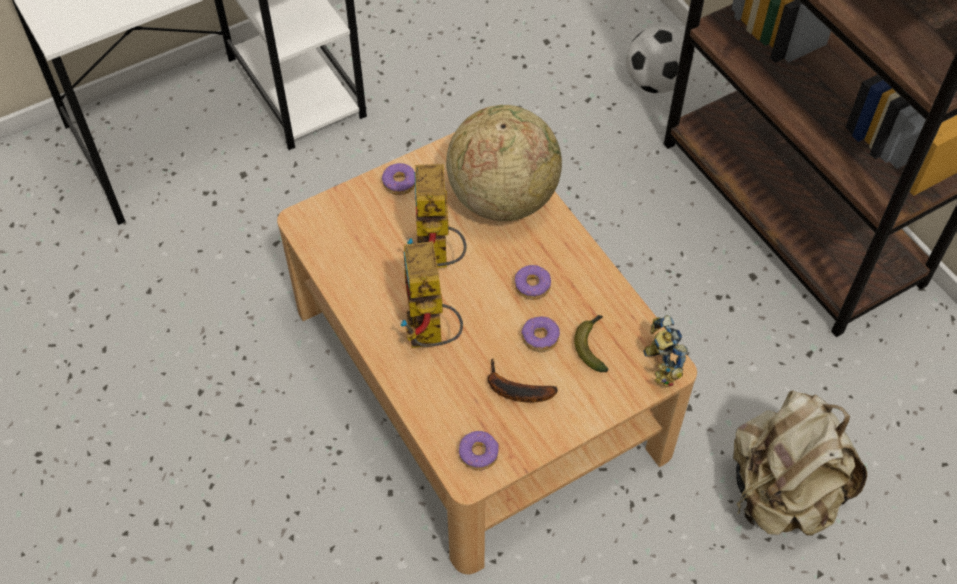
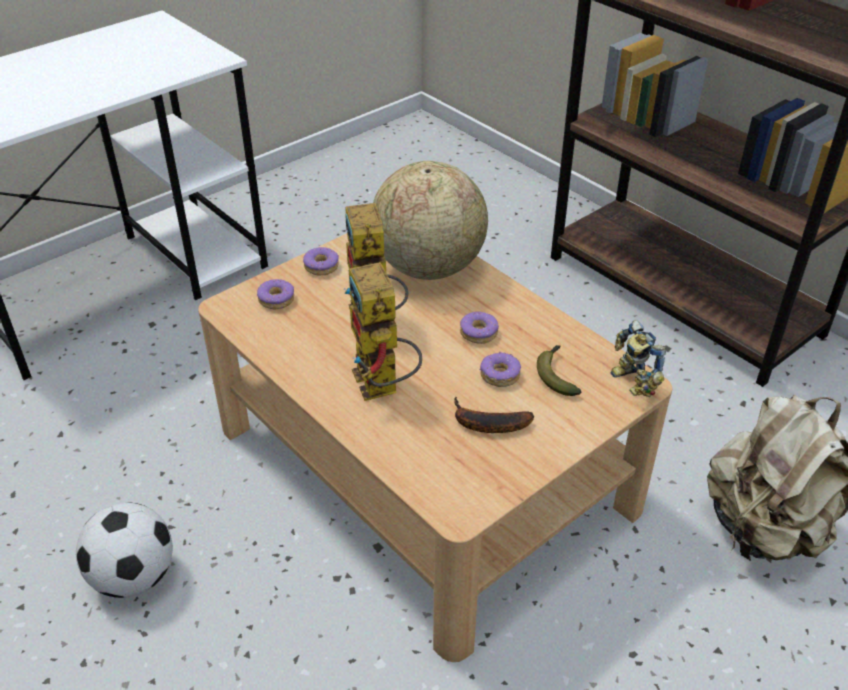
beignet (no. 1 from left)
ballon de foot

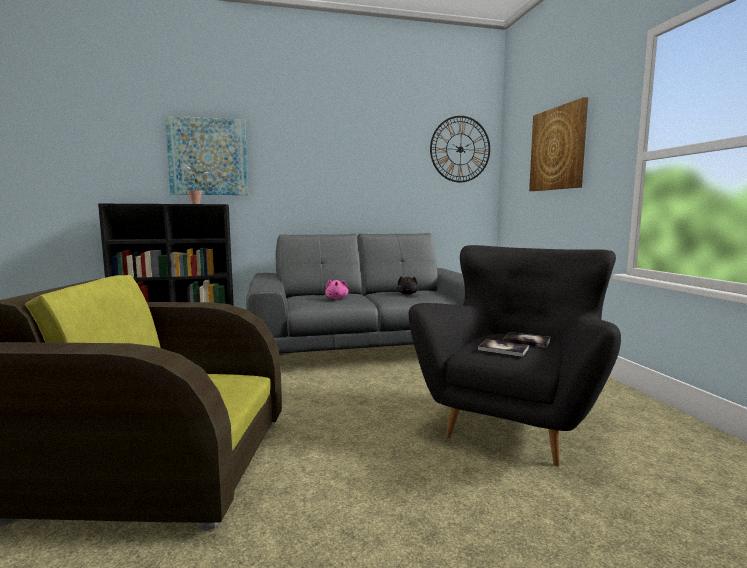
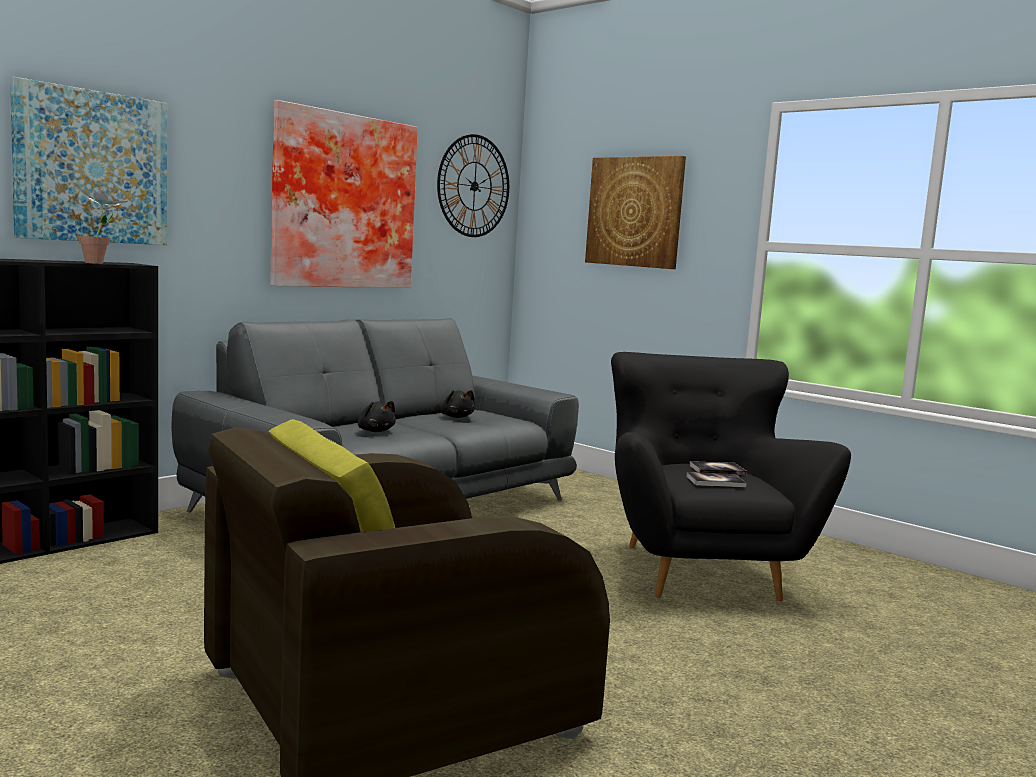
peluche (noir) (no. 1 from left)
tableau (no. 2 from left)

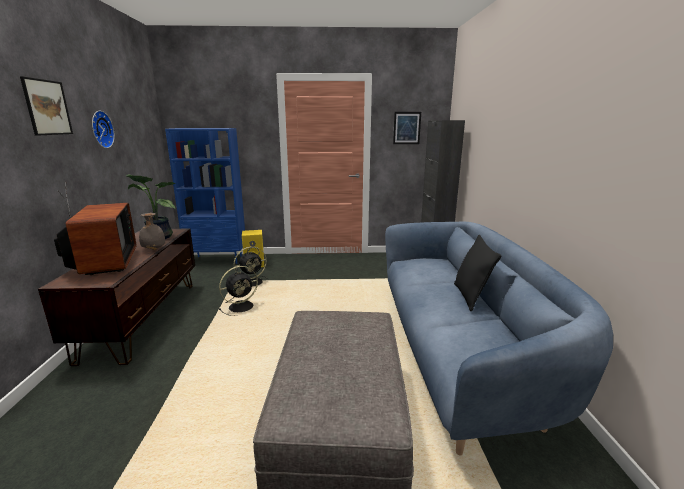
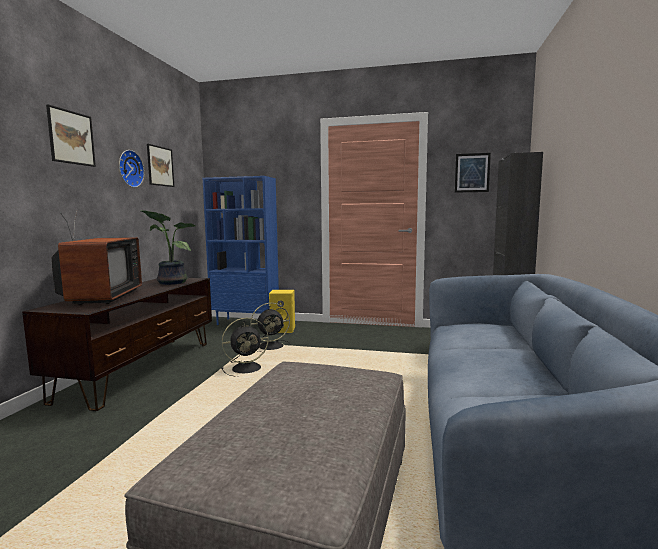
vase (gris)
coussin (noir)
tableau (no. 2 from left)

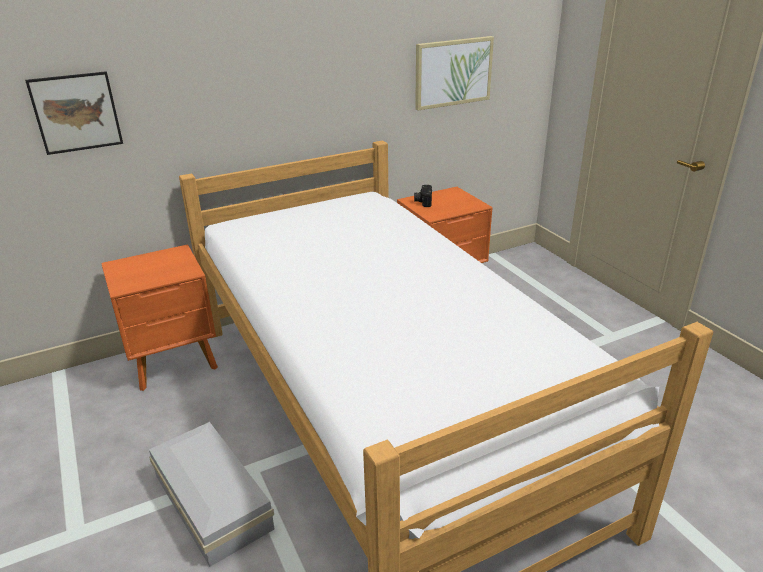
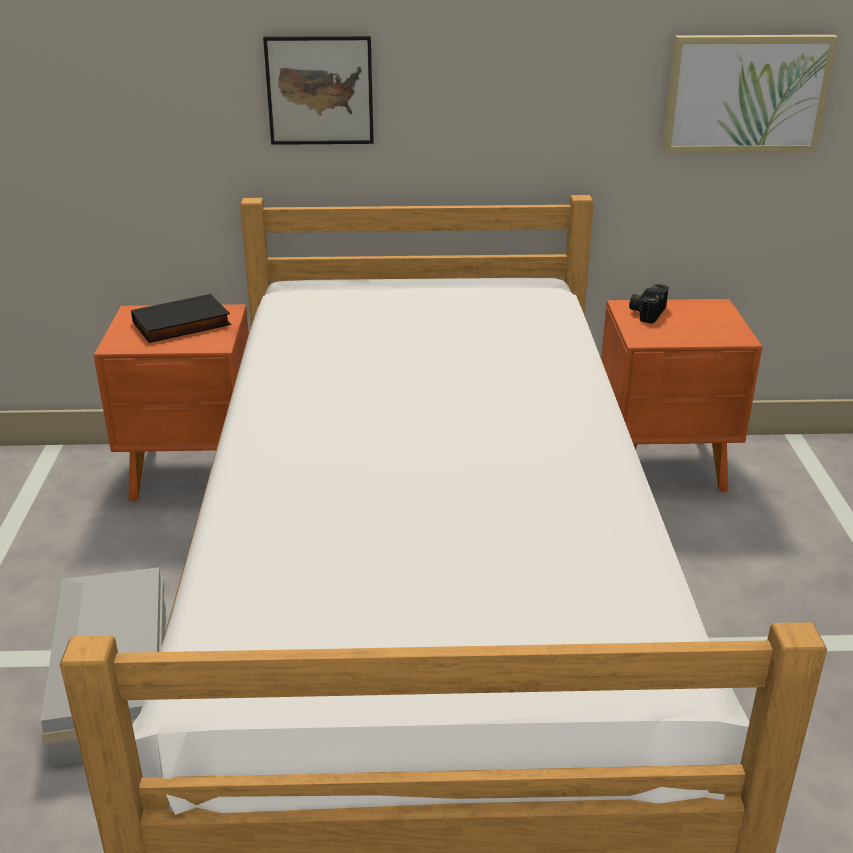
tableau (no. 1 from left)
livre (noir)

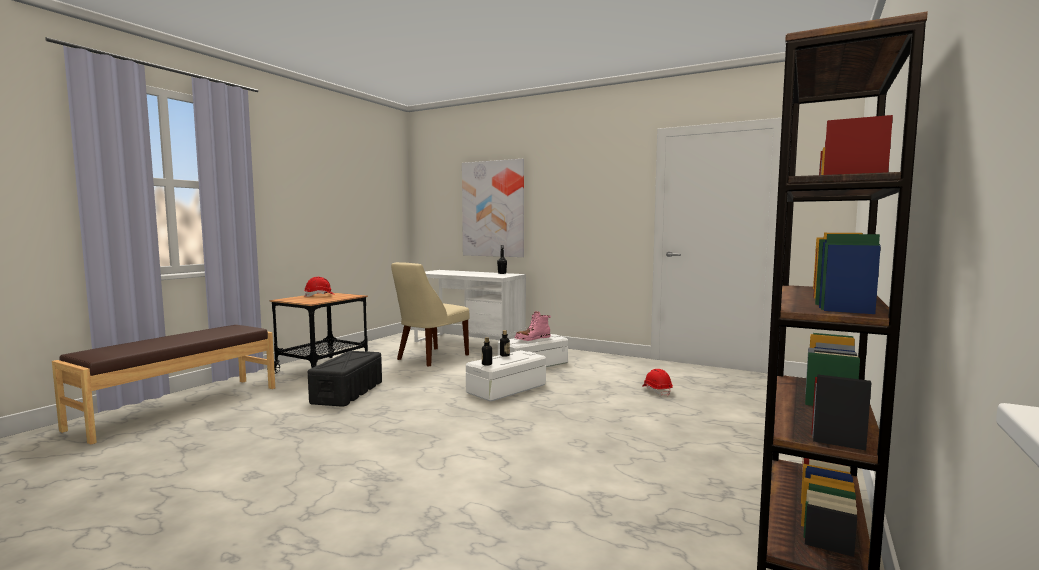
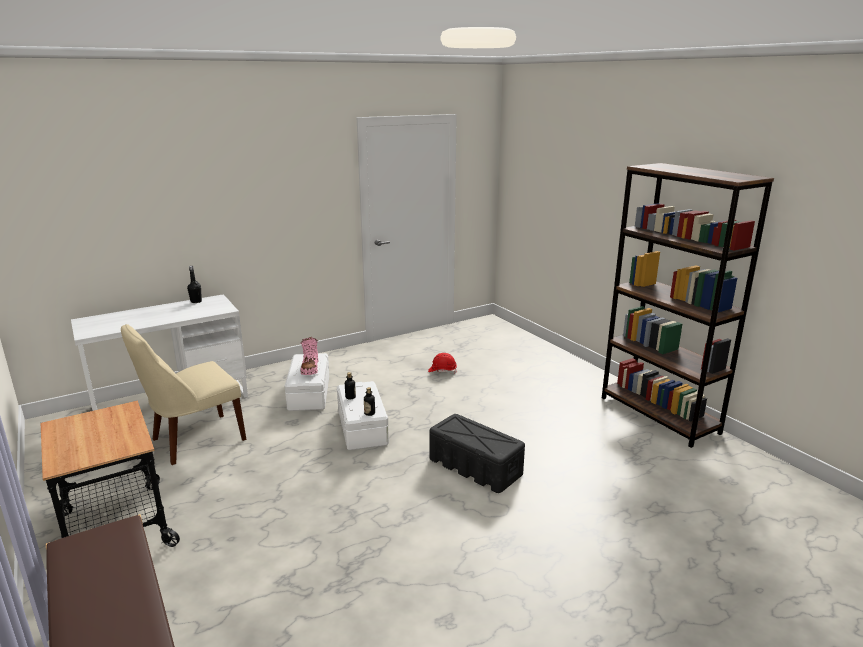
casque de chantier (rouge) (no. 1 from left in the first image)
boîte de rangement (noir)
chaise (beige)
tableau

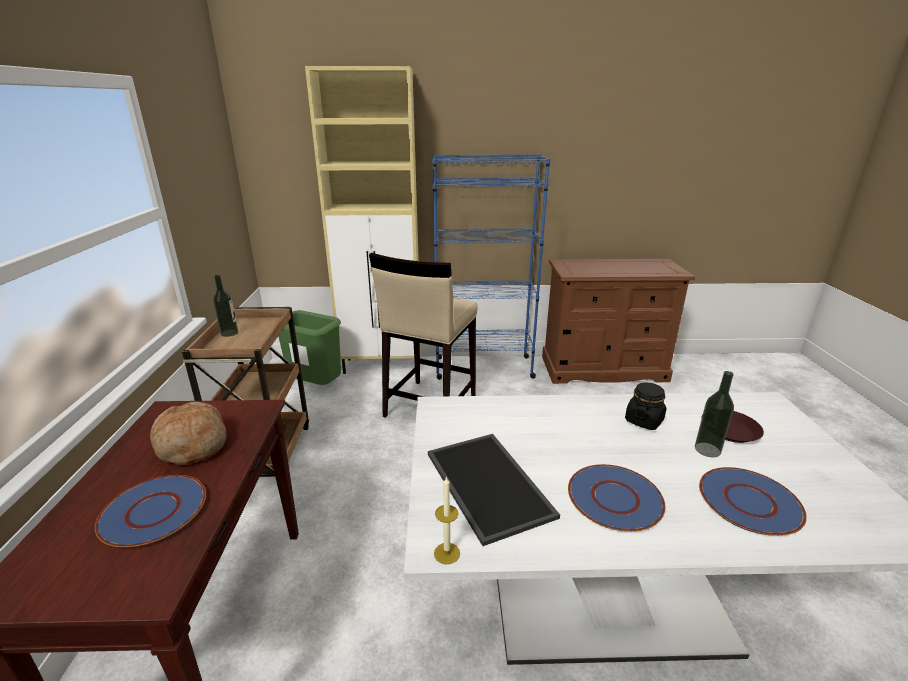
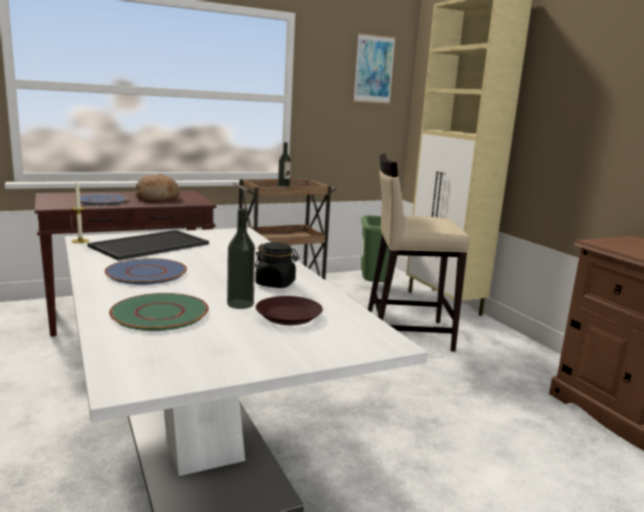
bibliothèque (bleu)
assiette (vert)
tableau

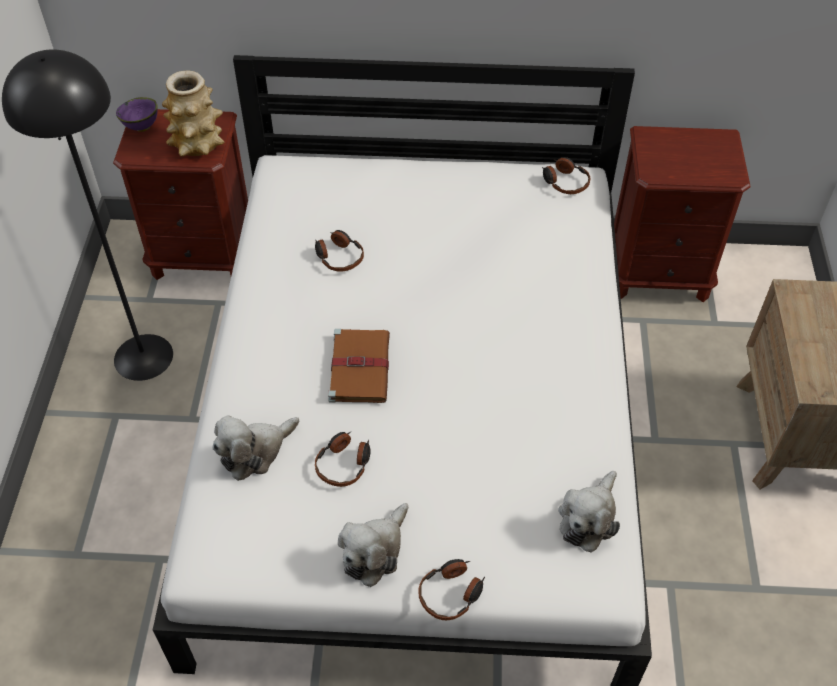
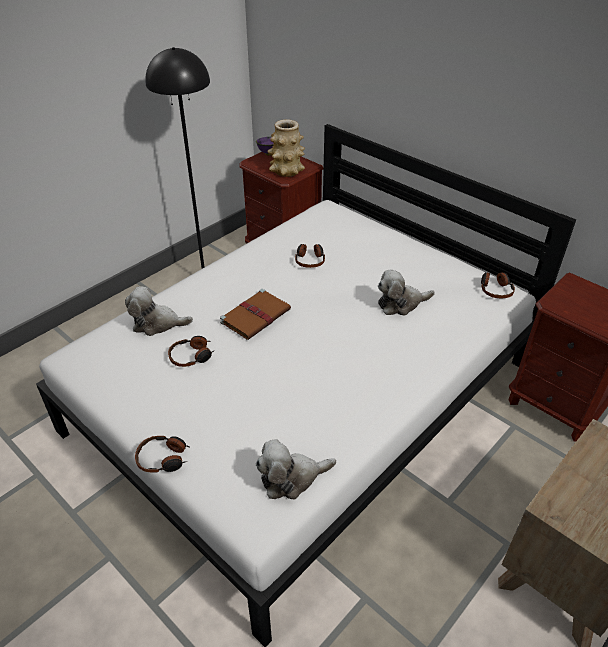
peluche (no. 3 from left)

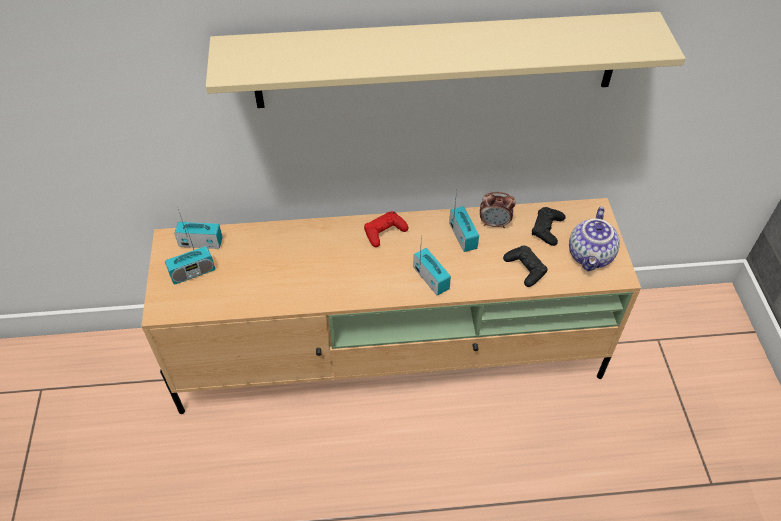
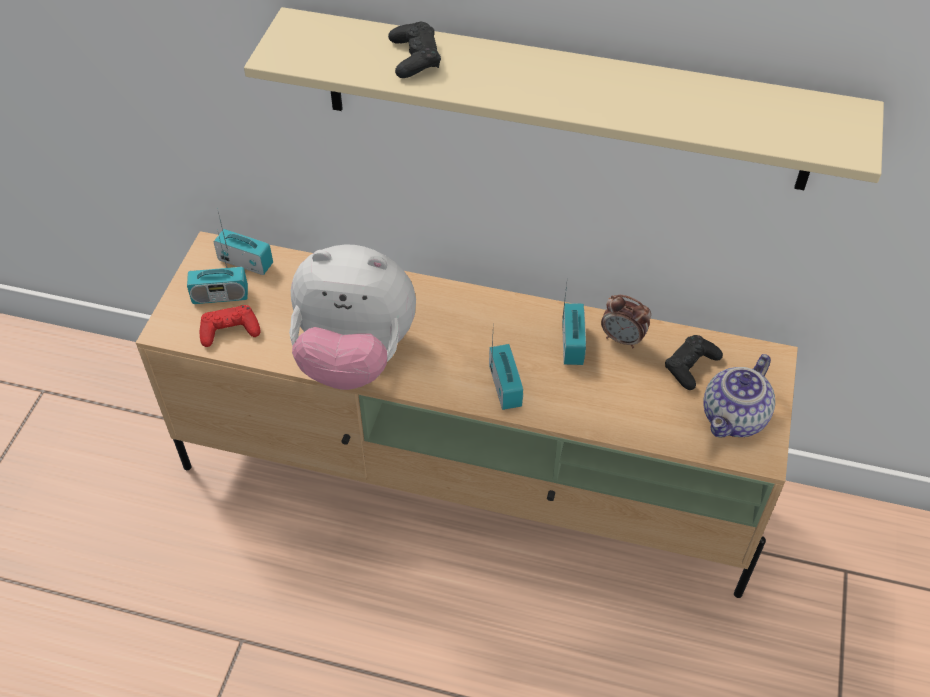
manette (rouge)
manette (noir) (no. 1 from left)
peluche

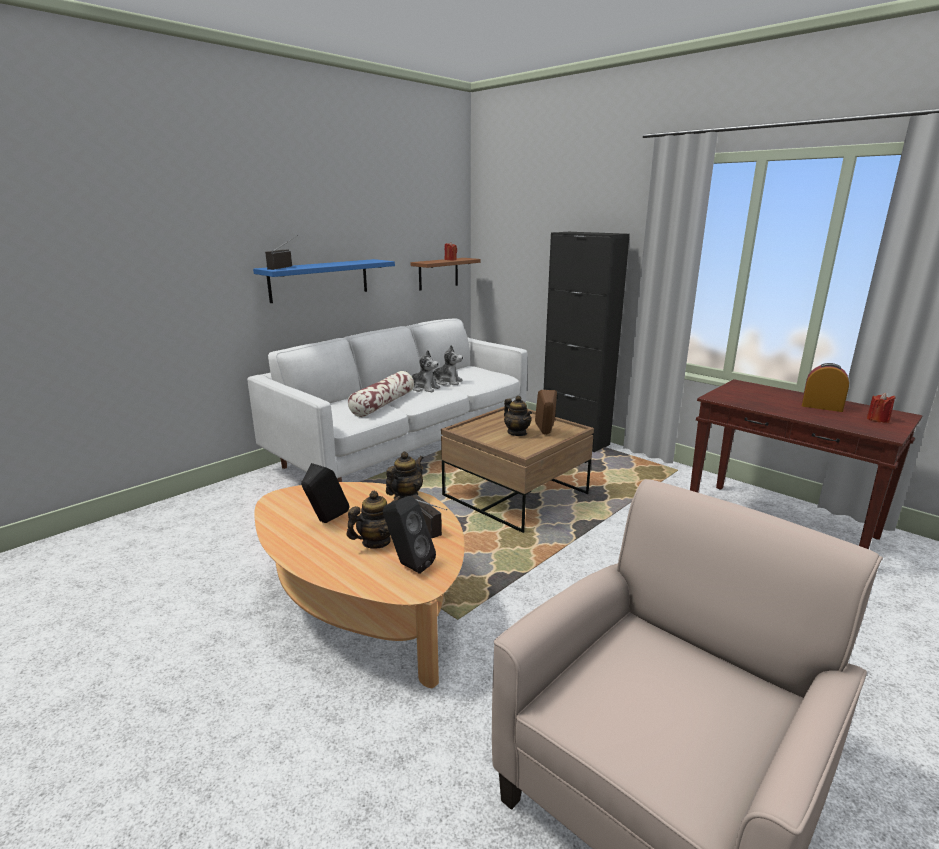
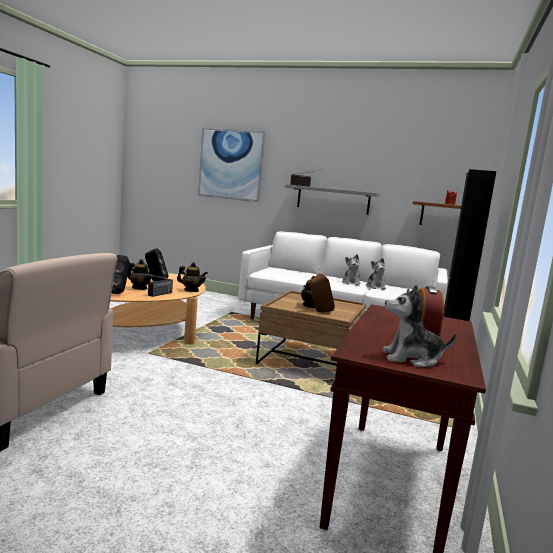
étagère (gris)
coussin
peluche (no. 3 from left)
tableau

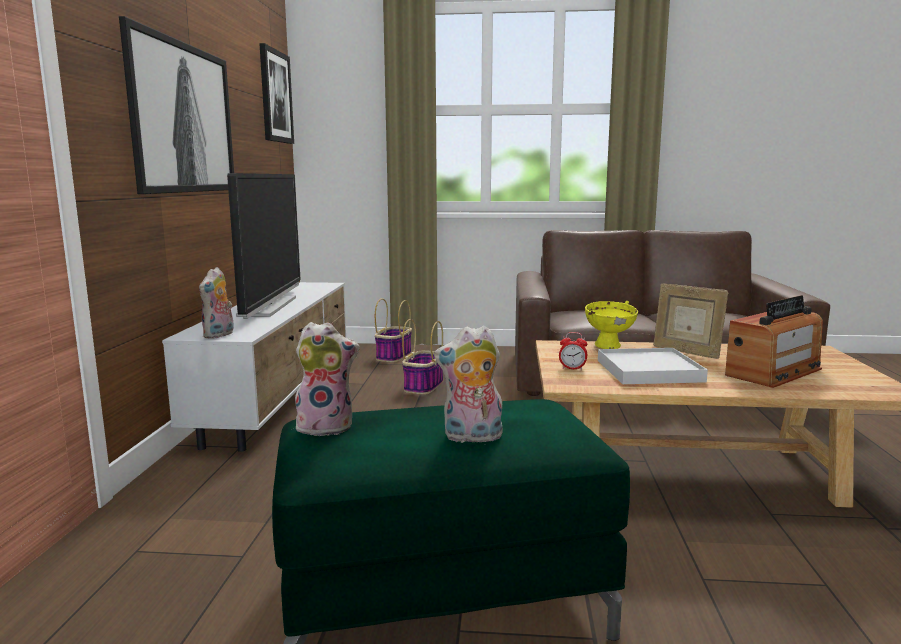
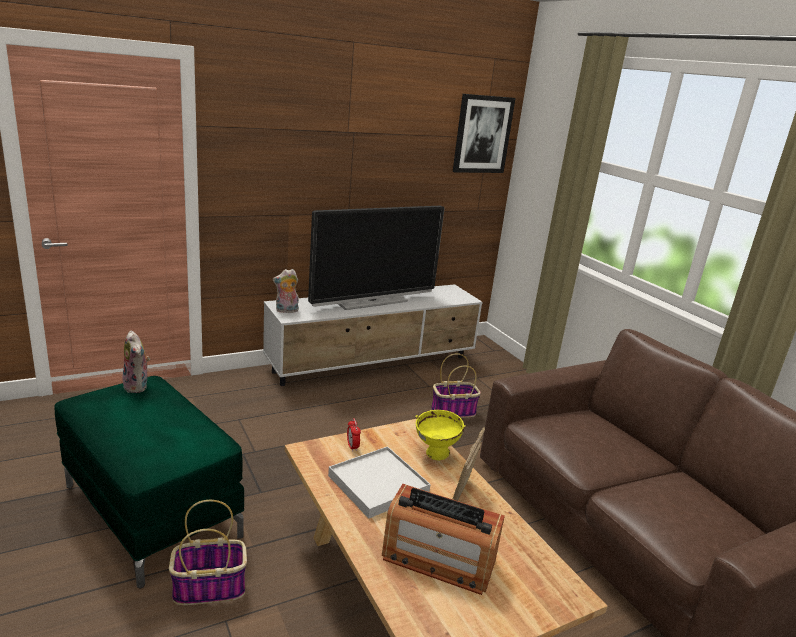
tableau (no. 1 from left in the first image)
panier (no. 1 from left)
peluche (no. 3 from left in the first image)

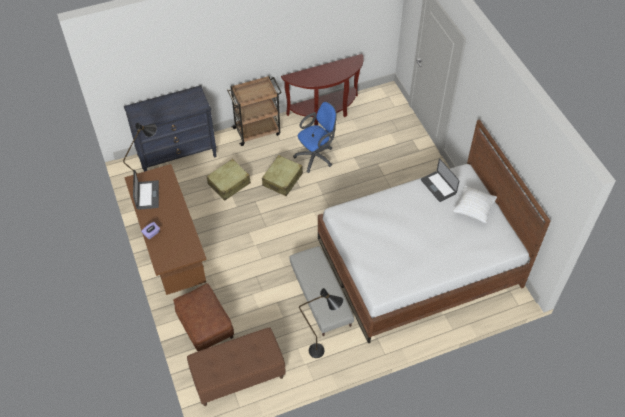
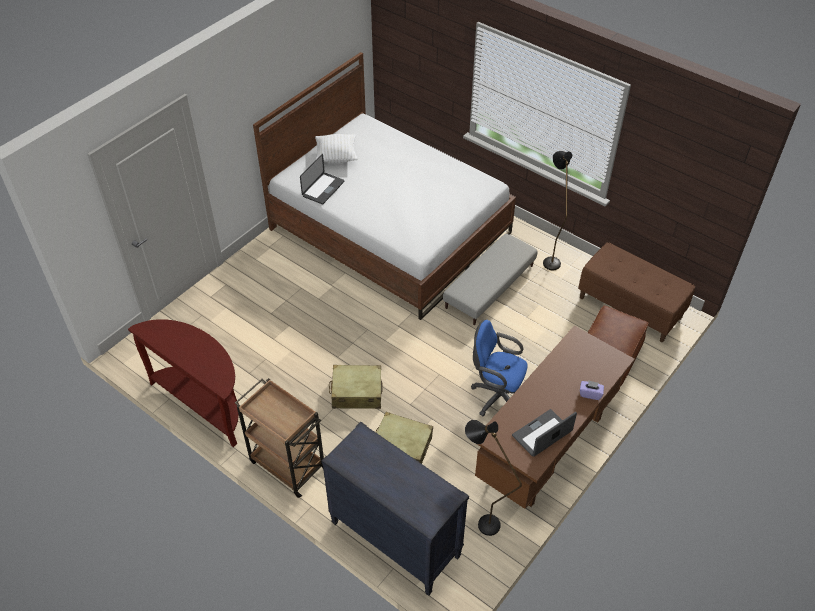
chaise de bureau (bleu)

